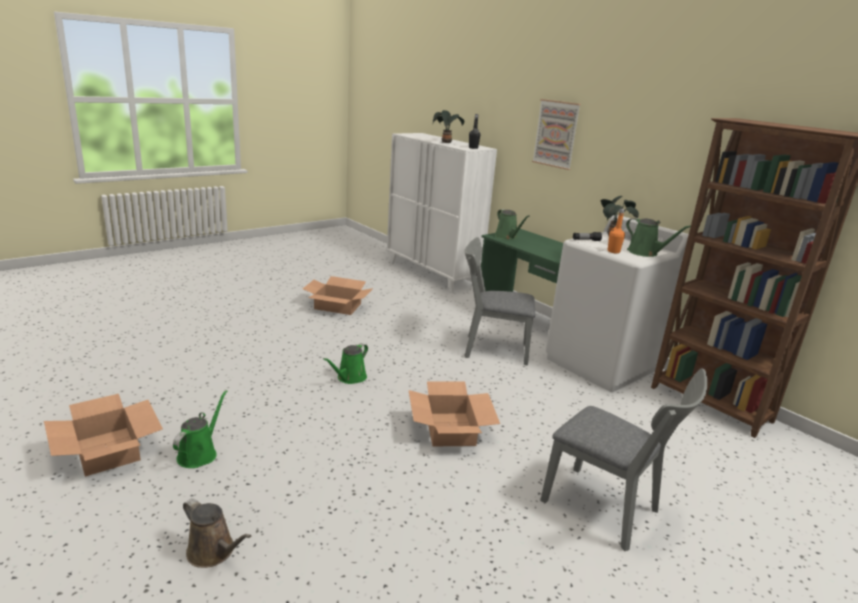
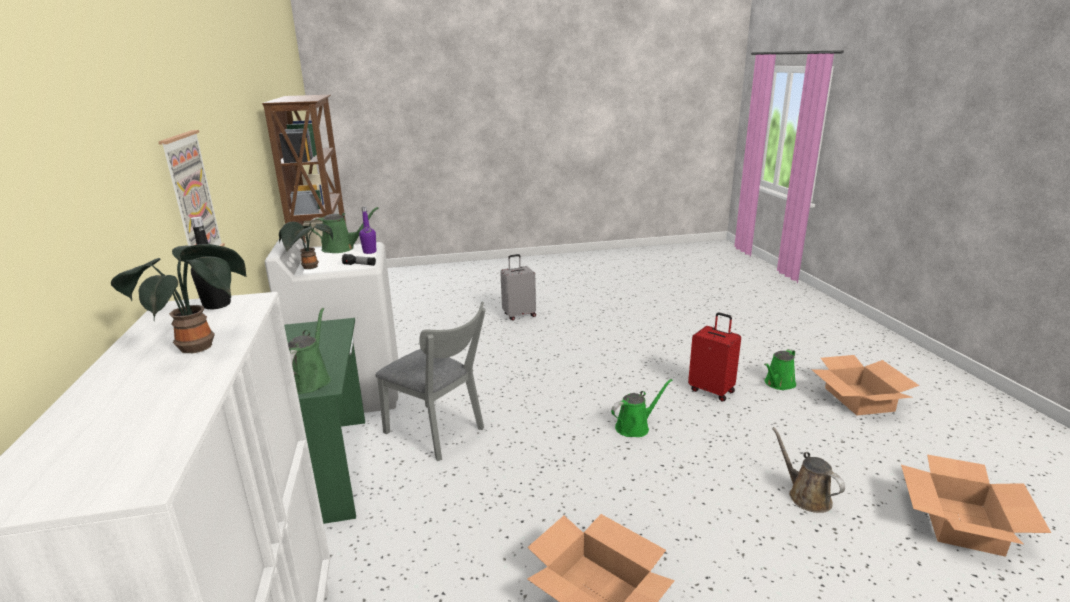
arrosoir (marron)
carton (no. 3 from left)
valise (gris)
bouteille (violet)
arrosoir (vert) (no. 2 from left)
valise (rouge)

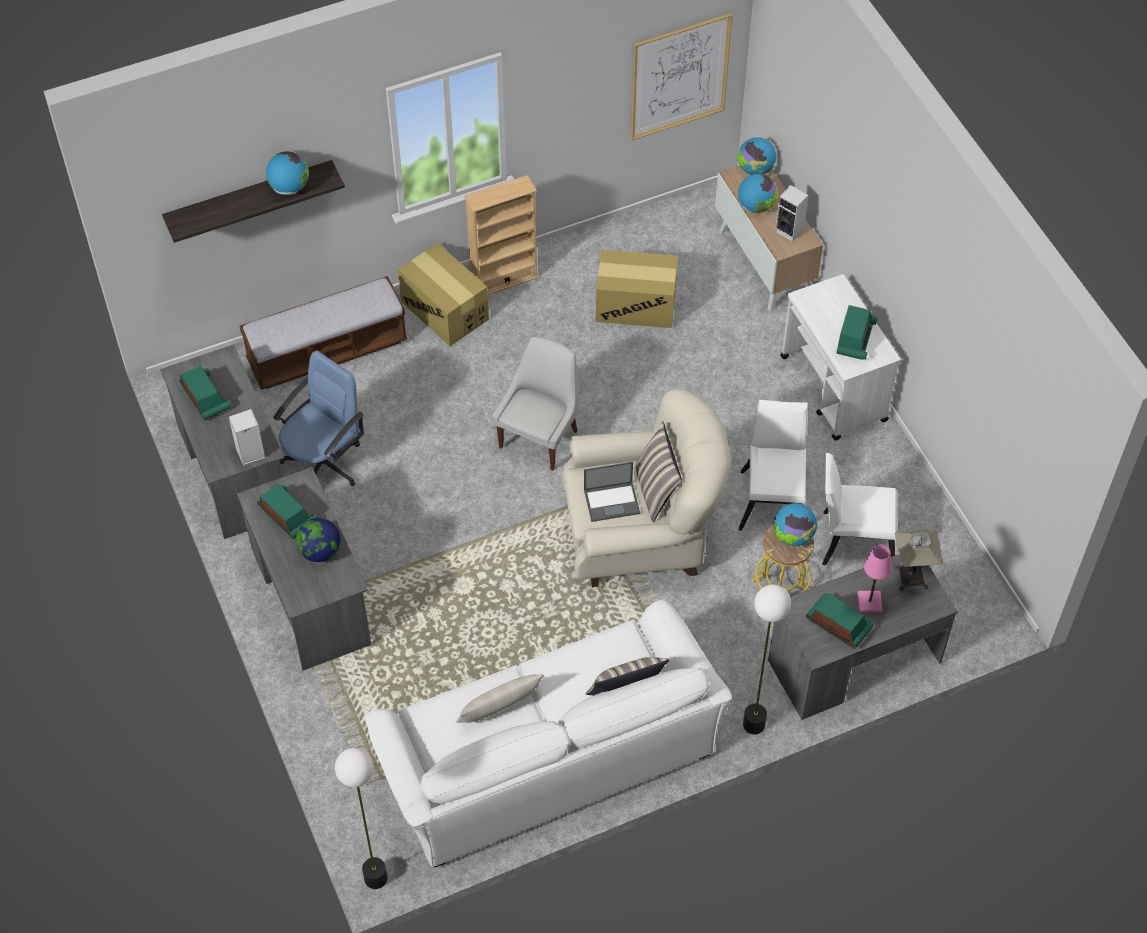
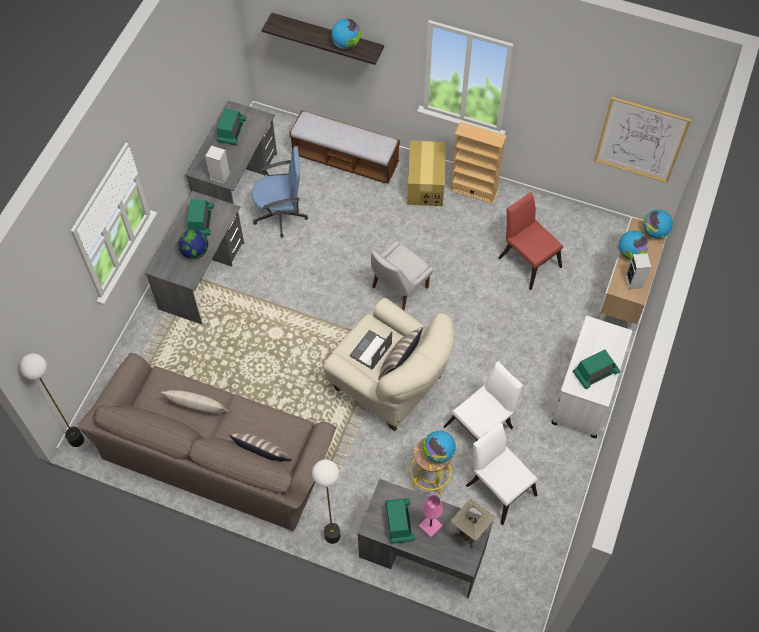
canapé (marron)
chaise (blanc) (no. 1 from left)
ordinateur portable
chaise (rouge)

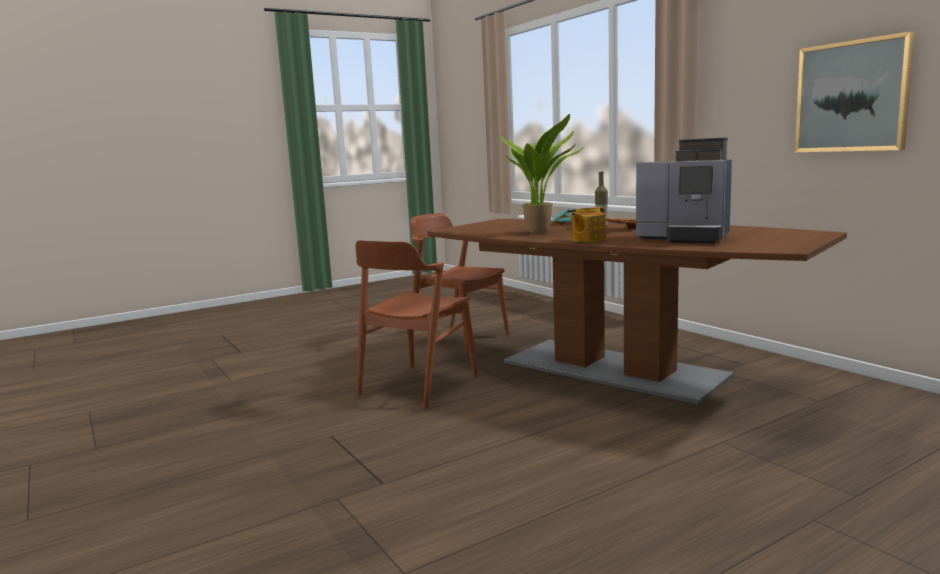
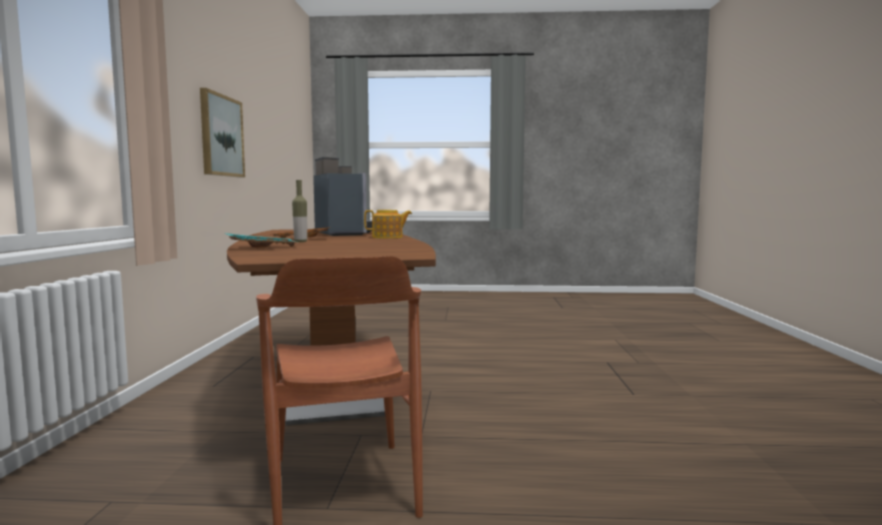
chaise (marron) (no. 1 from left in the first image)
plante en pot

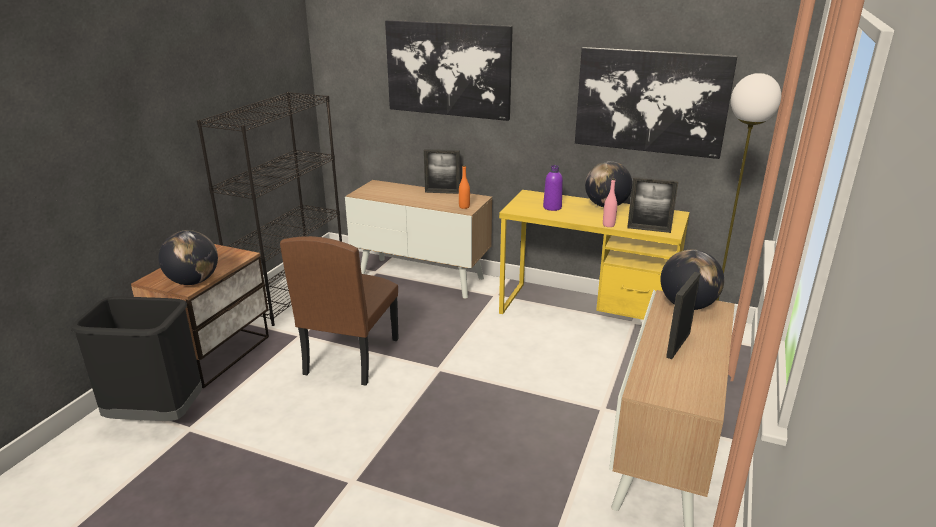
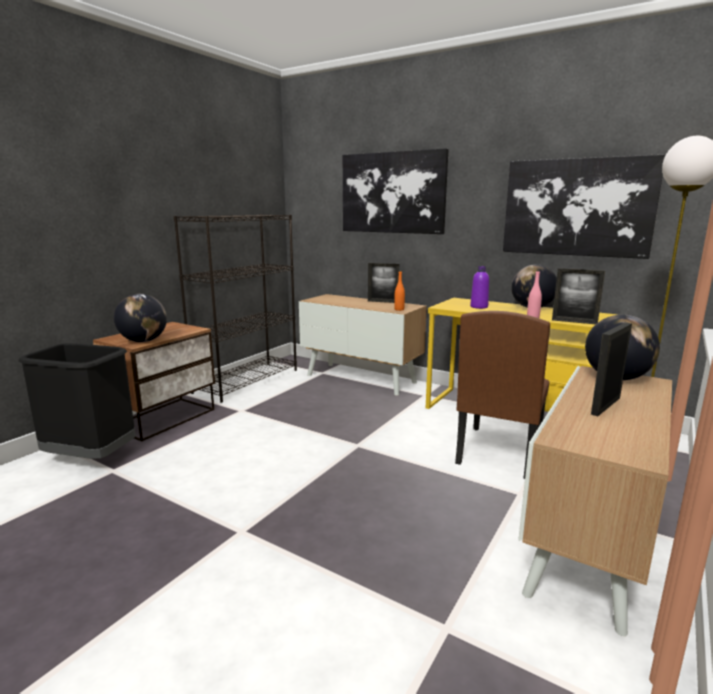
chaise (marron)

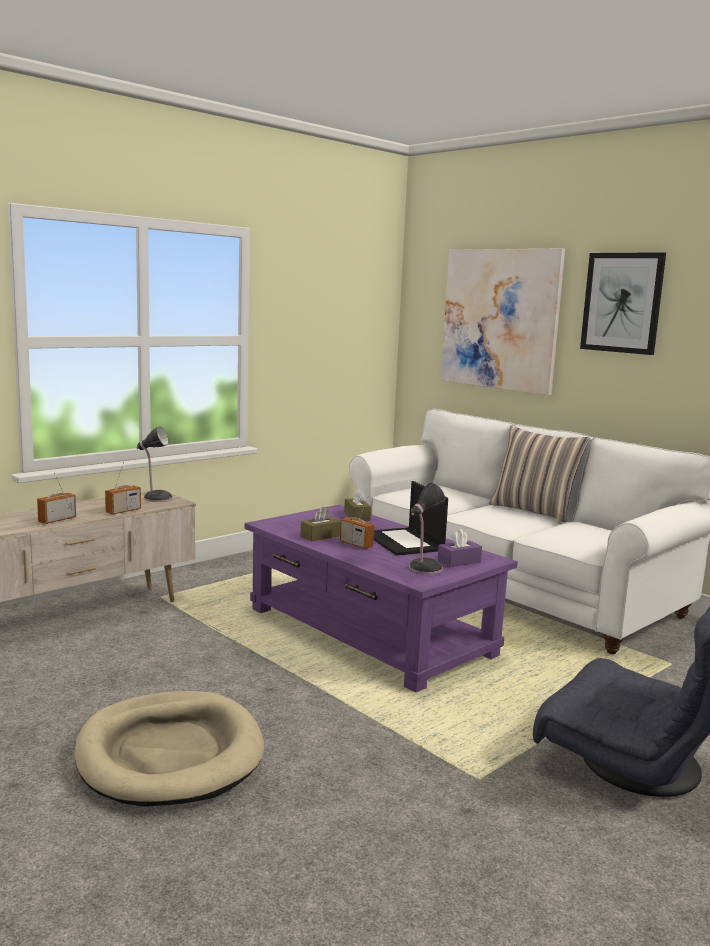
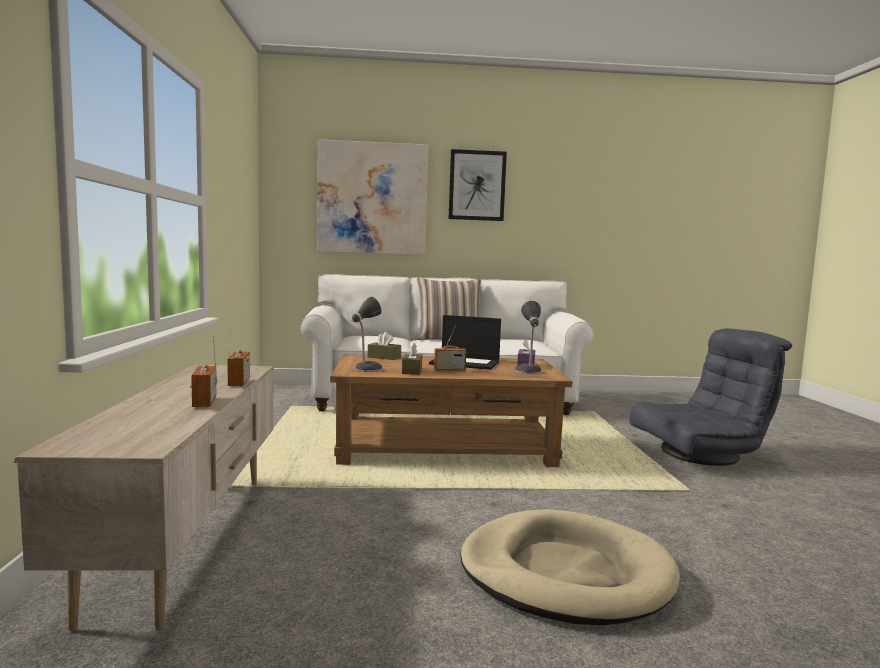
lampe de table (no. 1 from left)
table basse (marron)

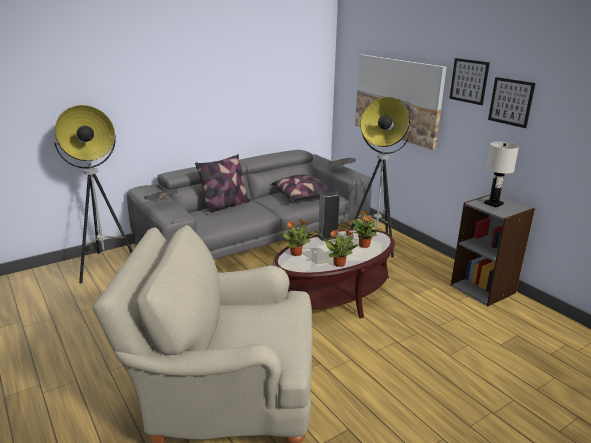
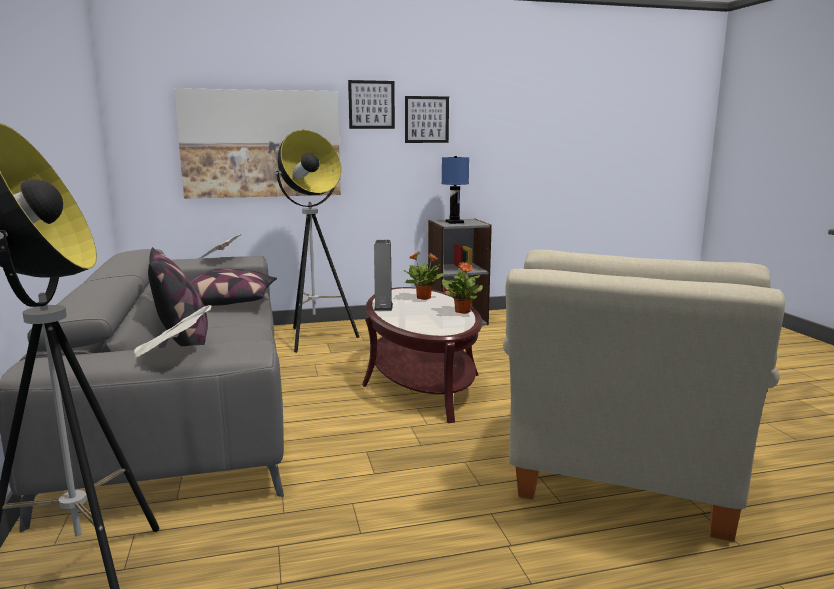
plante en pot (no. 1 from left in the first image)
lampe de table (bleu)

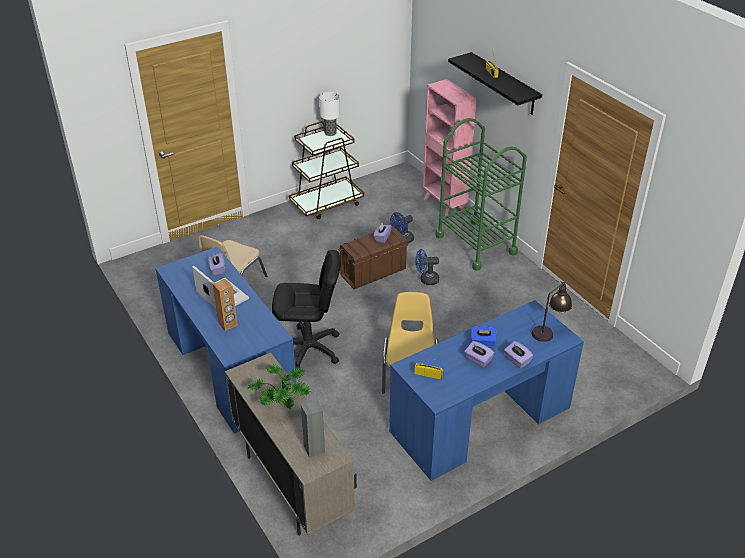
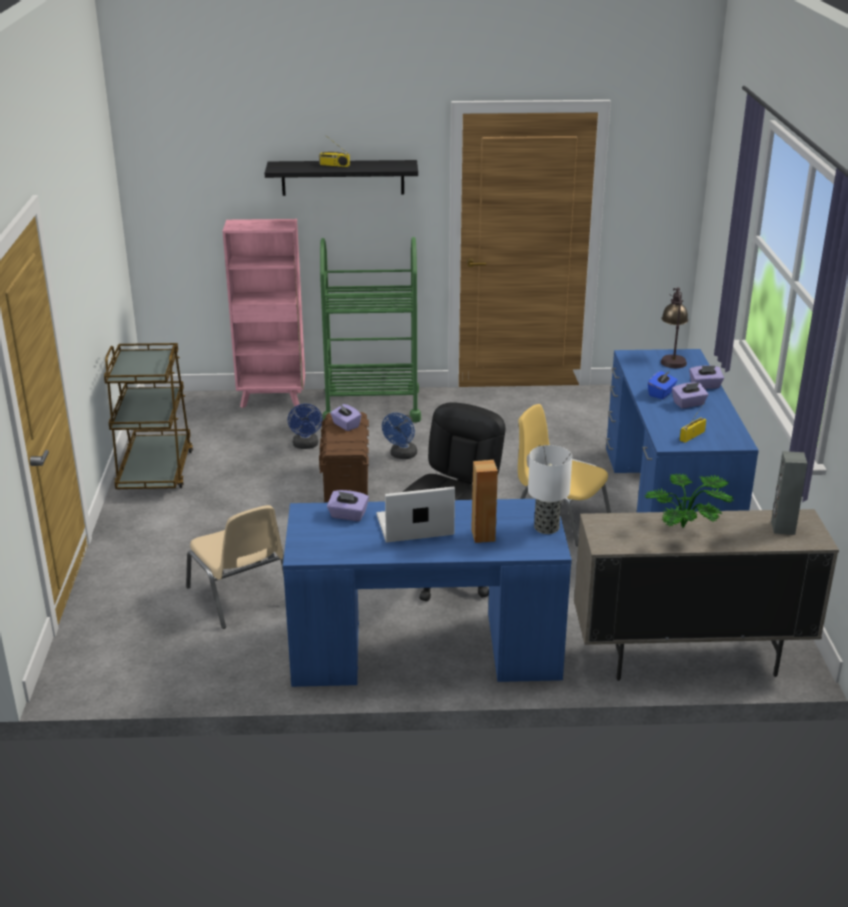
lampe de table (no. 1 from left)

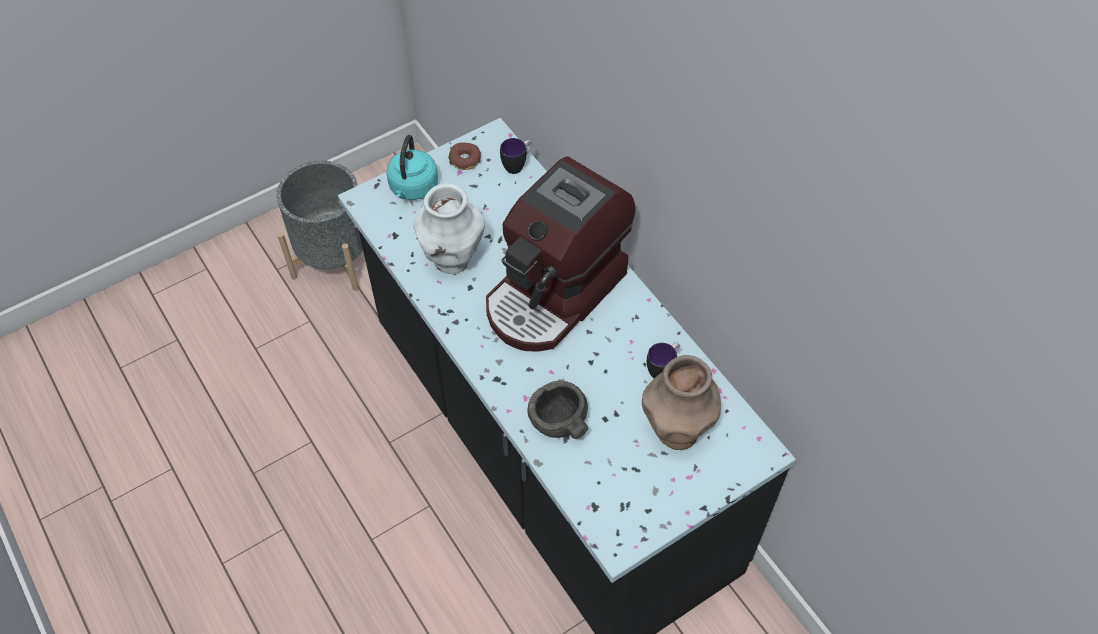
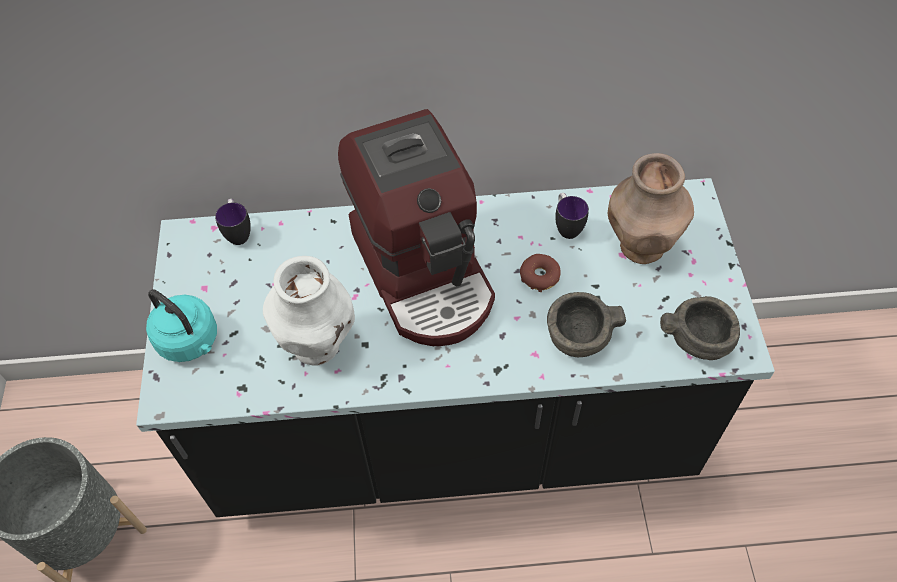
beignet
bol (gris) (no. 2 from left)

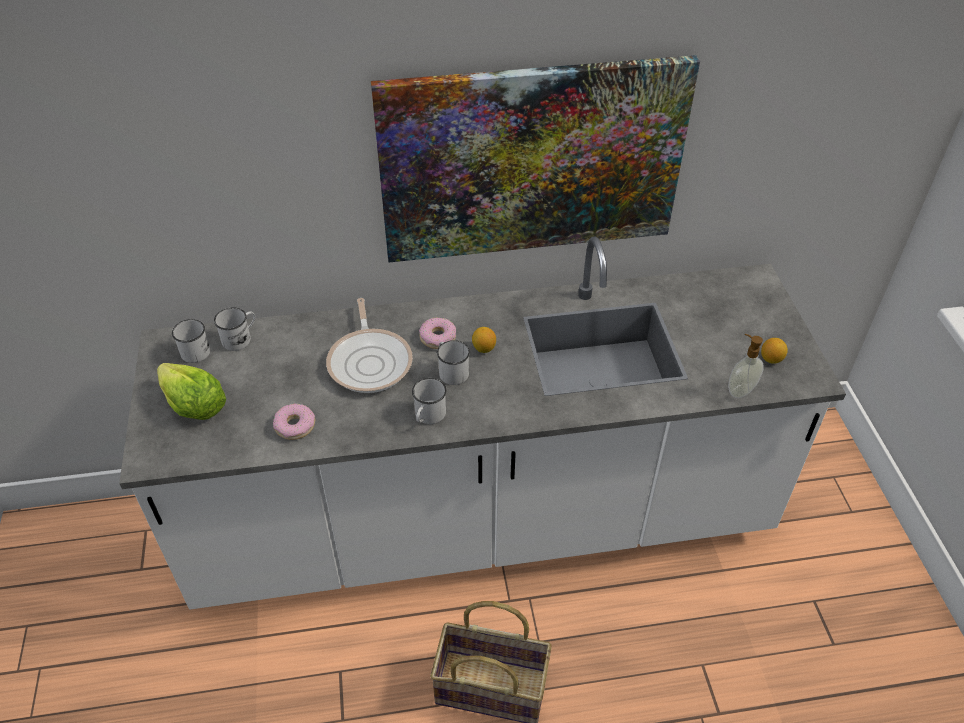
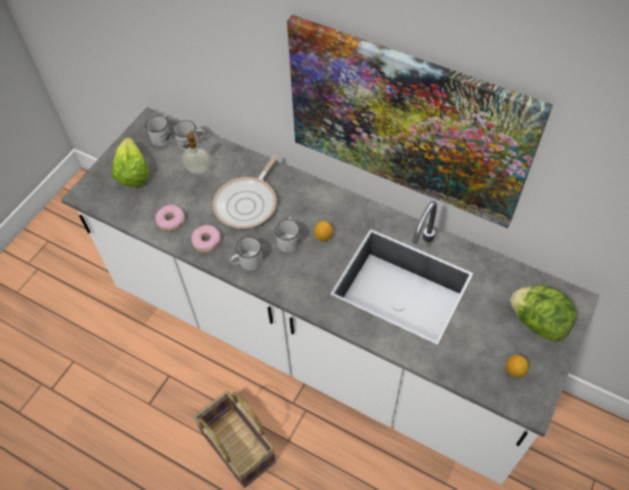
beignet (no. 2 from left)
distributeur de savon
laitue (no. 2 from left)

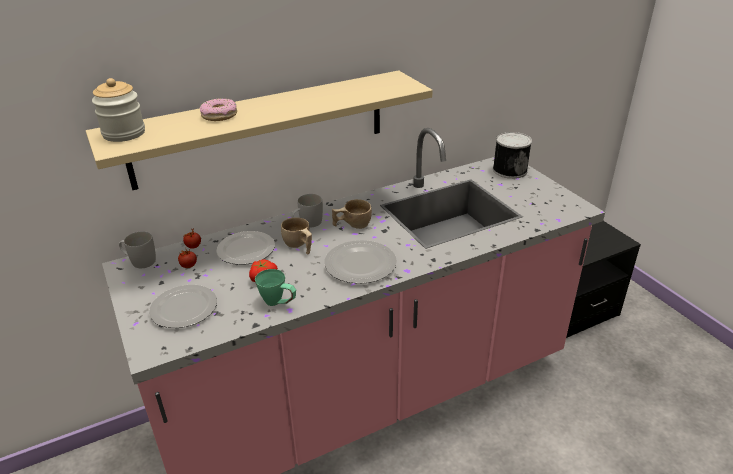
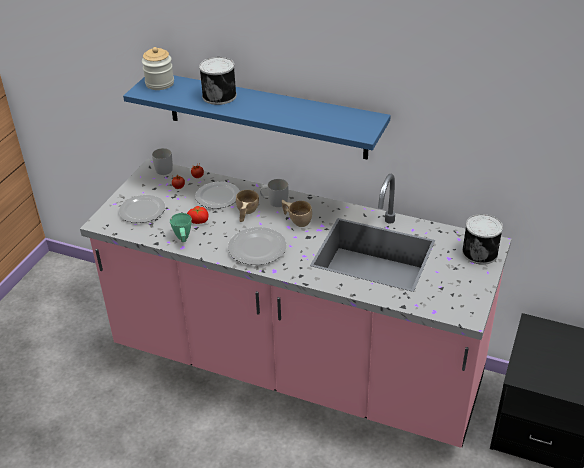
étagère (bleu)
boîte métallique (no. 1 from left)

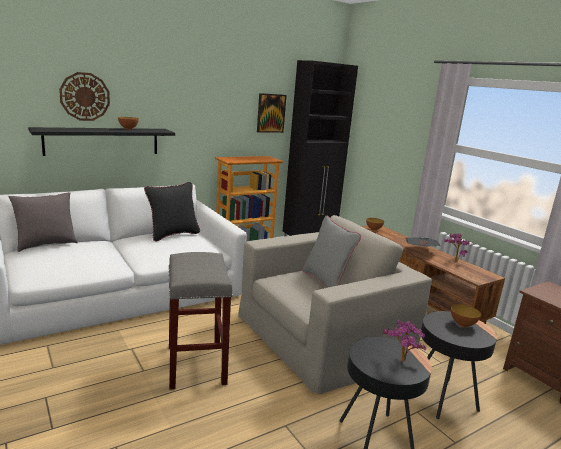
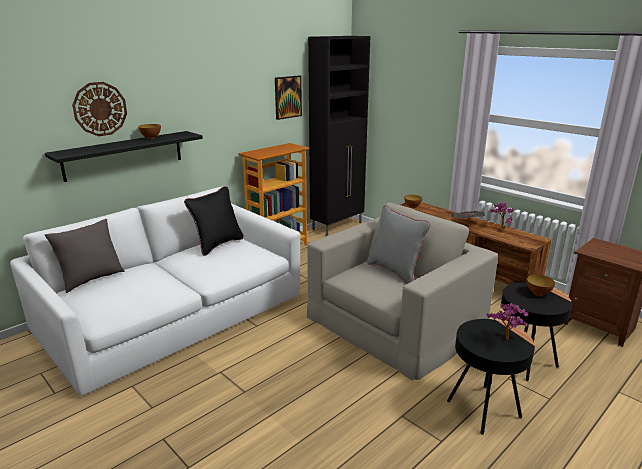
tabouret (gris)

